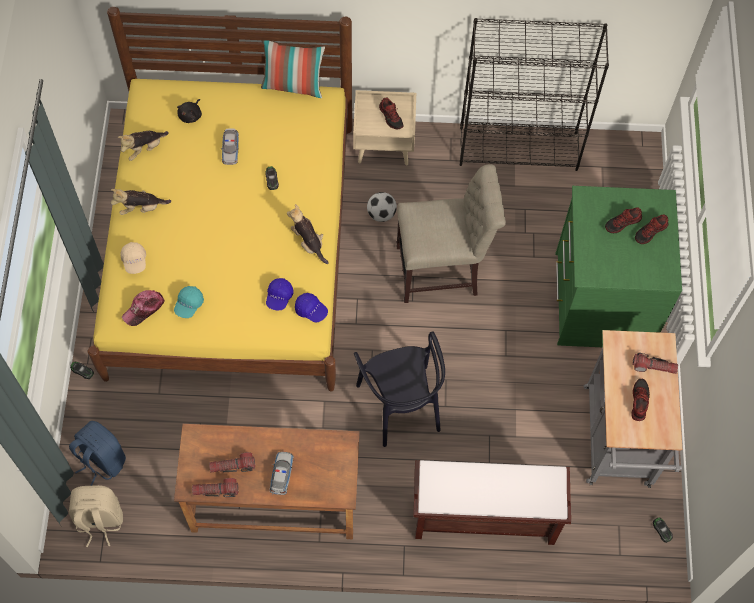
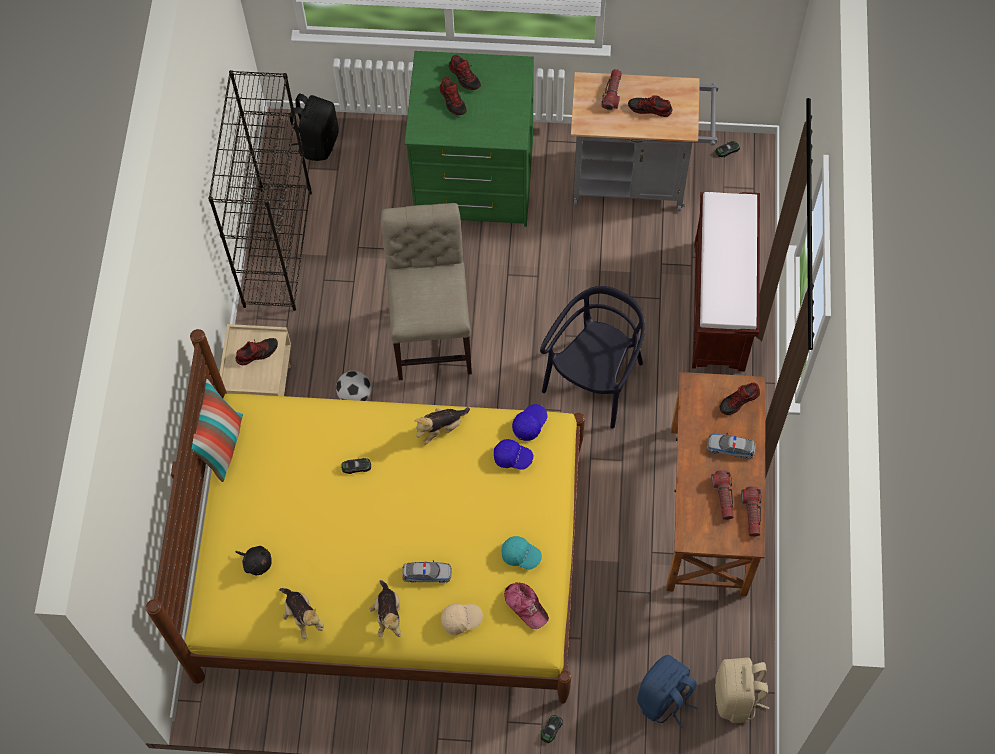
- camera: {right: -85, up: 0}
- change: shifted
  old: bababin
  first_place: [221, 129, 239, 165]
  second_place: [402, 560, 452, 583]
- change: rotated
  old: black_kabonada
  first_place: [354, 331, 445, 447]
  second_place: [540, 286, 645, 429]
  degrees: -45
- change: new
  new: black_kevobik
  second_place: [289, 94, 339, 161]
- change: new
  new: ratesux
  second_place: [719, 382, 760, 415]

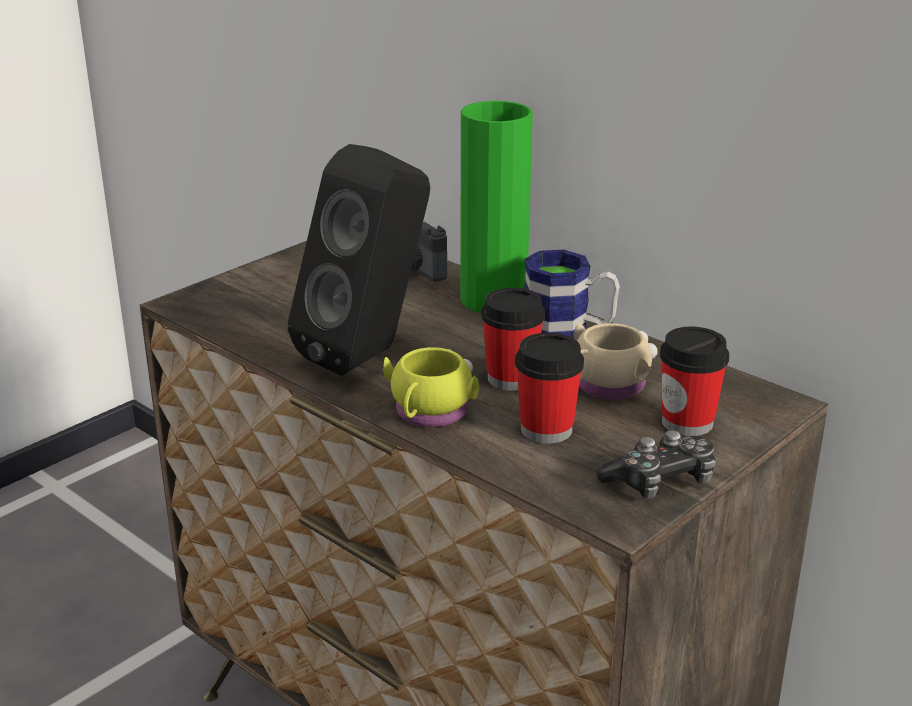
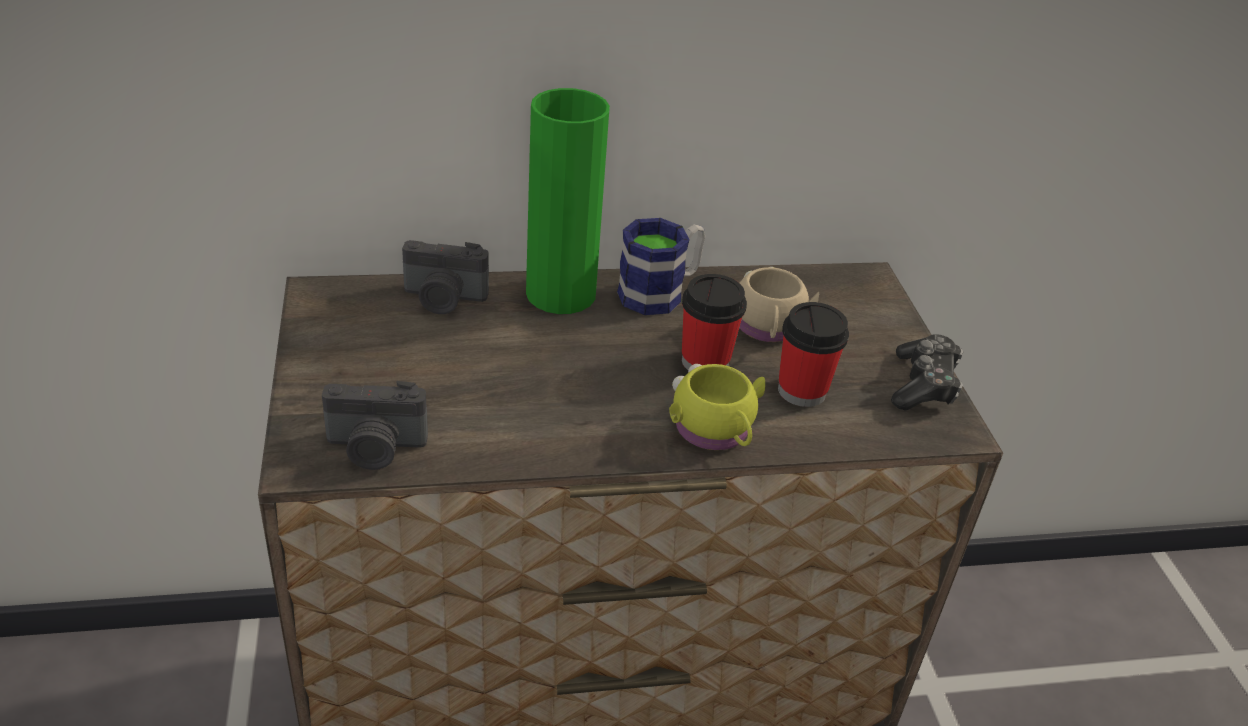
- camera: {right: -55, up: 10}
- change: gone
  old: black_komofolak
  first_place: [288, 144, 430, 376]
- change: gone
  old: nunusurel
  first_place: [660, 327, 729, 436]
- change: new
  new: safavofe
  second_place: [322, 381, 428, 470]

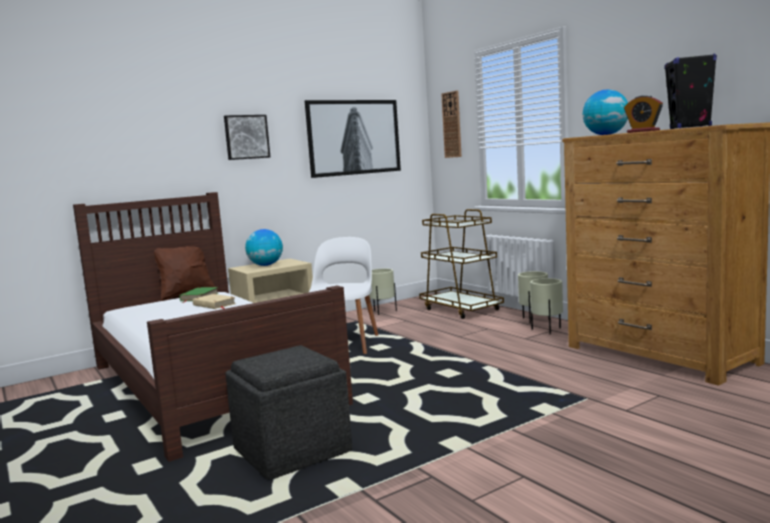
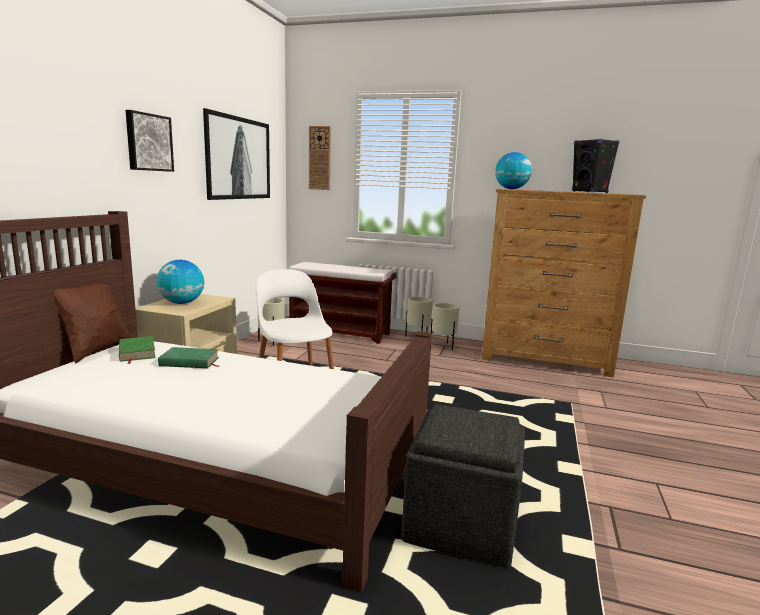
- camera: {right: -40, up: 5}
- change: repainted
  old: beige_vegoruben
  new: green_vegoruben
  first_place: [193, 294, 236, 309]
  second_place: [158, 347, 219, 368]
- change: swapped
  old: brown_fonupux
  new: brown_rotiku
  first_place: [419, 209, 504, 319]
  second_place: [289, 262, 396, 344]
- change: gone
  old: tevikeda
  first_place: [624, 95, 663, 133]

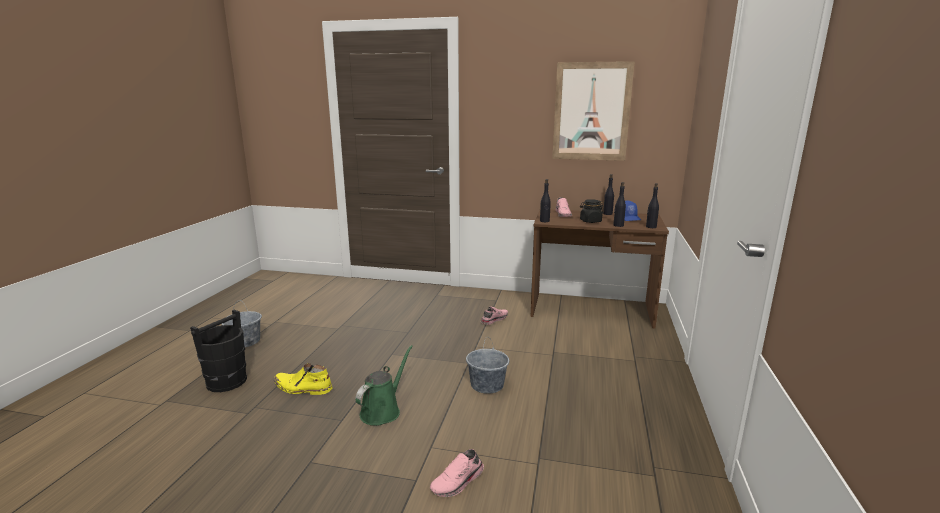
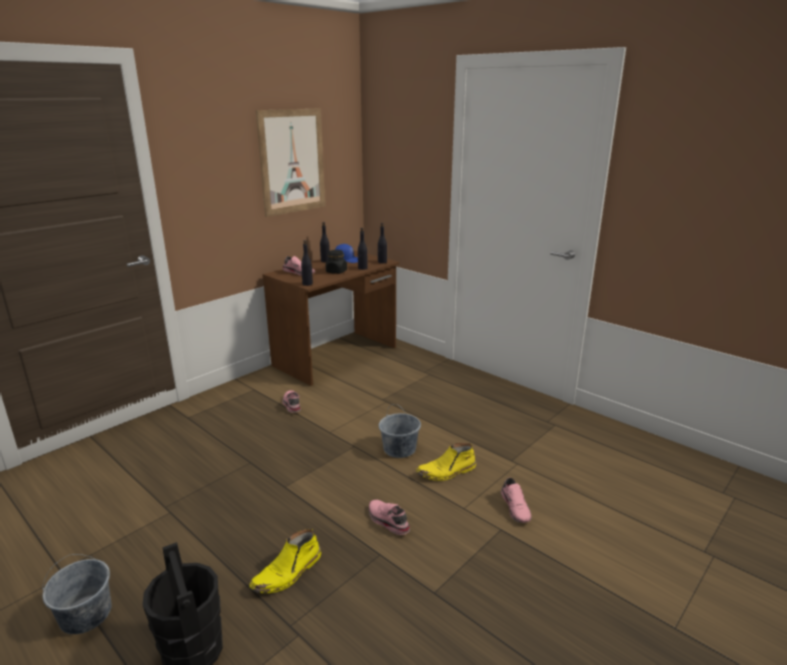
- camera: {right: -60, up: 5}
- change: swapped
  old: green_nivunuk
  new: pink_ratesux
  first_place: [355, 345, 413, 426]
  second_place: [369, 500, 410, 535]
- change: new
  new: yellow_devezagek
  second_place: [416, 443, 476, 481]

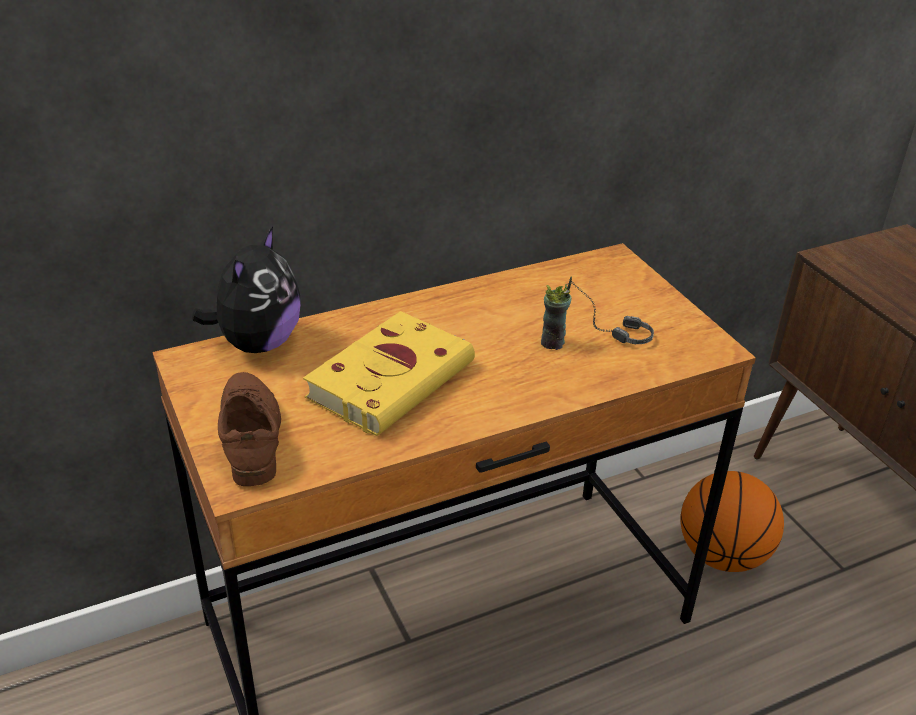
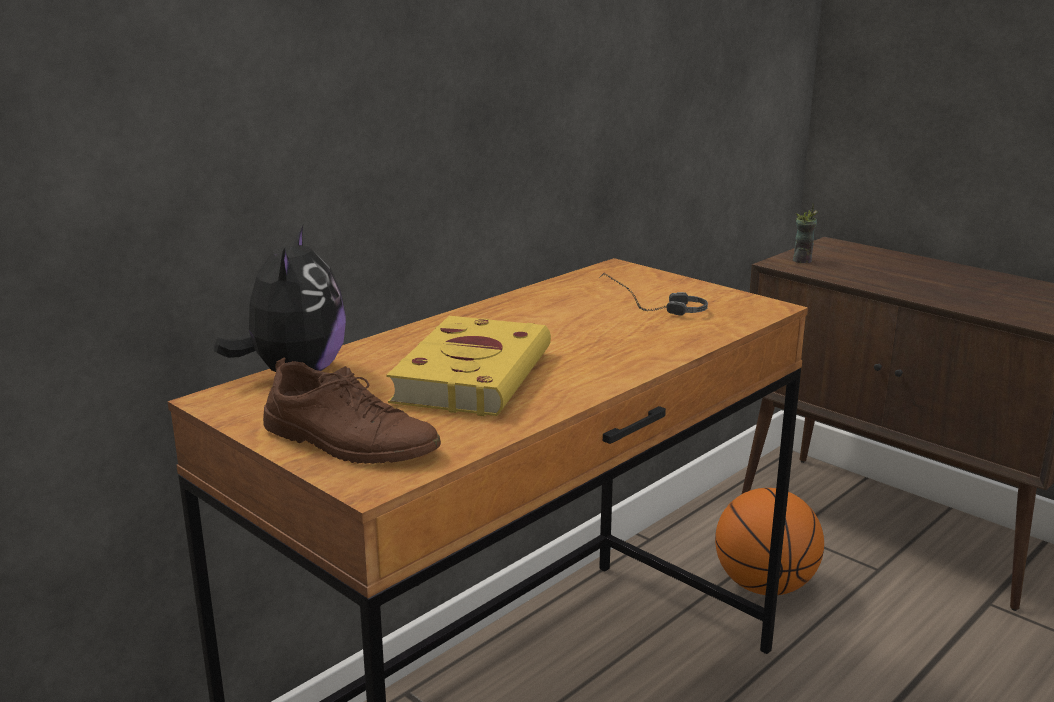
- camera: {right: -20, up: -15}
- change: rotated
  old: brown_ratesux
  first_place: [218, 372, 281, 486]
  second_place: [263, 357, 441, 464]
  degrees: 150
- change: shifted
  old: nunusurel
  first_place: [541, 277, 572, 350]
  second_place: [793, 203, 818, 263]

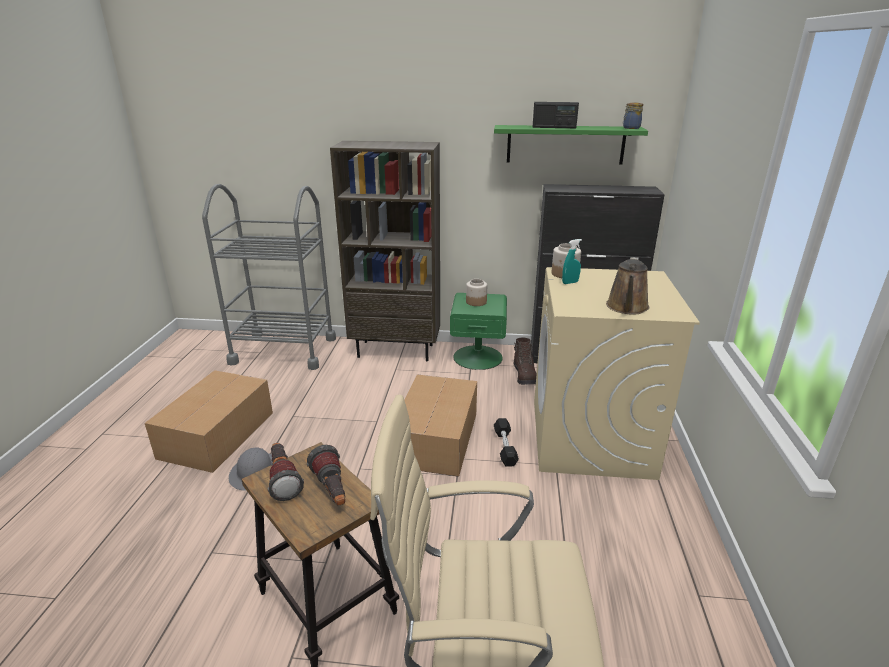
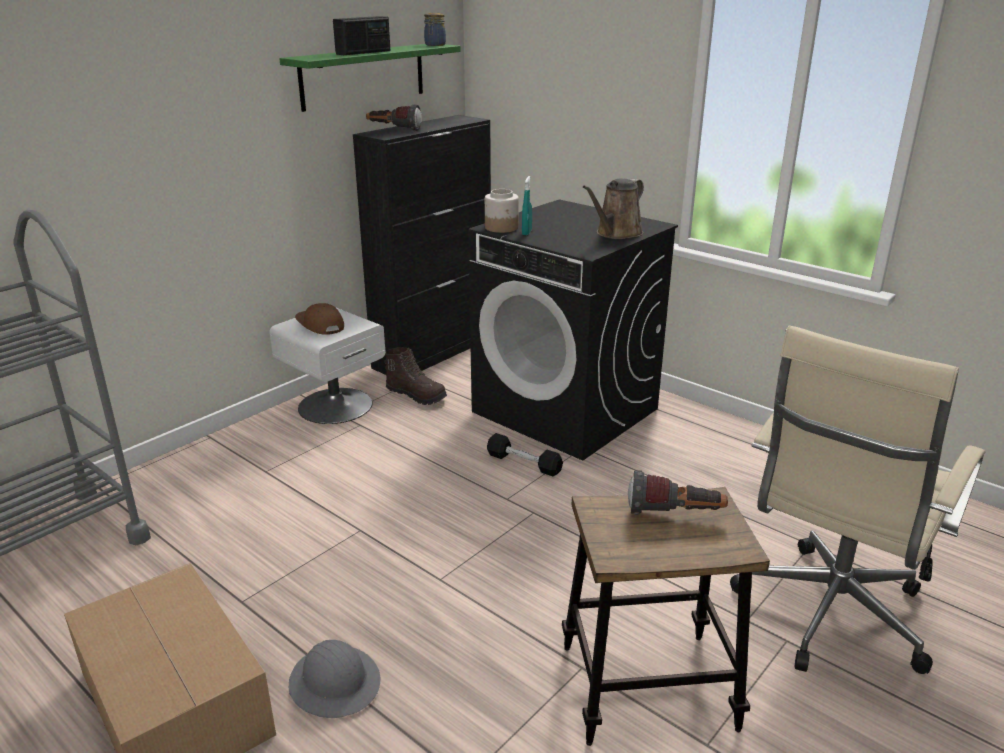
- camera: {right: -55, up: 0}
- change: shifted
  old: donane
  first_place: [268, 443, 304, 501]
  second_place: [366, 104, 421, 131]
- change: gone
  old: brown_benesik
  first_place: [330, 141, 440, 361]
- change: gone
  old: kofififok
  first_place: [404, 375, 477, 477]
- change: repainted
  old: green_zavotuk
  new: white_zavotuk
  first_place: [450, 293, 507, 370]
  second_place: [269, 307, 385, 424]
- change: swapped
  old: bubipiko
  new: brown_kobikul
  first_place: [466, 279, 487, 306]
  second_place: [295, 303, 344, 335]
- change: repainted
  old: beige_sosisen
  new: black_sosisen
  first_place: [534, 267, 700, 480]
  second_place: [468, 199, 678, 461]
- change: rotated
  old: brown_nivunuk
  first_place: [606, 257, 649, 315]
  second_place: [583, 178, 644, 239]
  degrees: 75

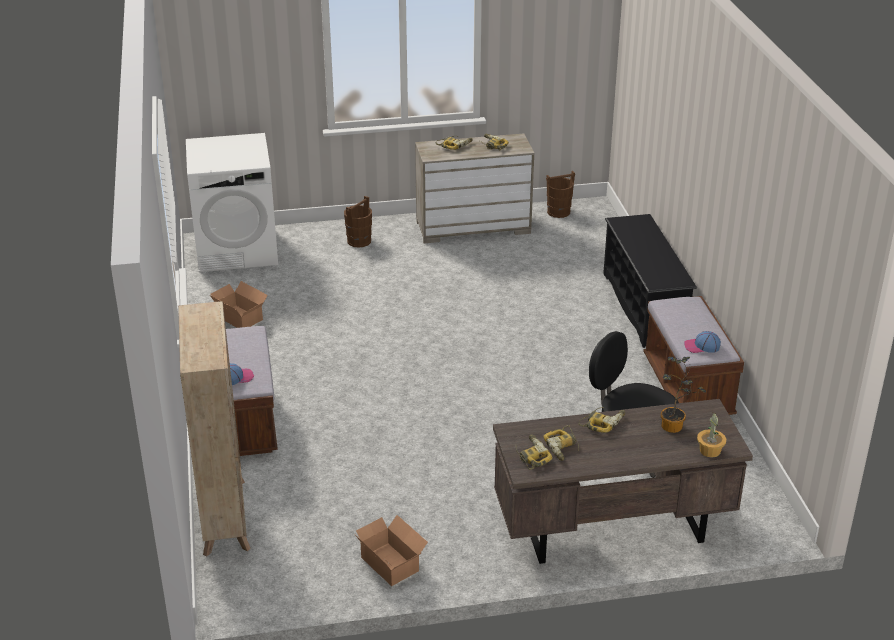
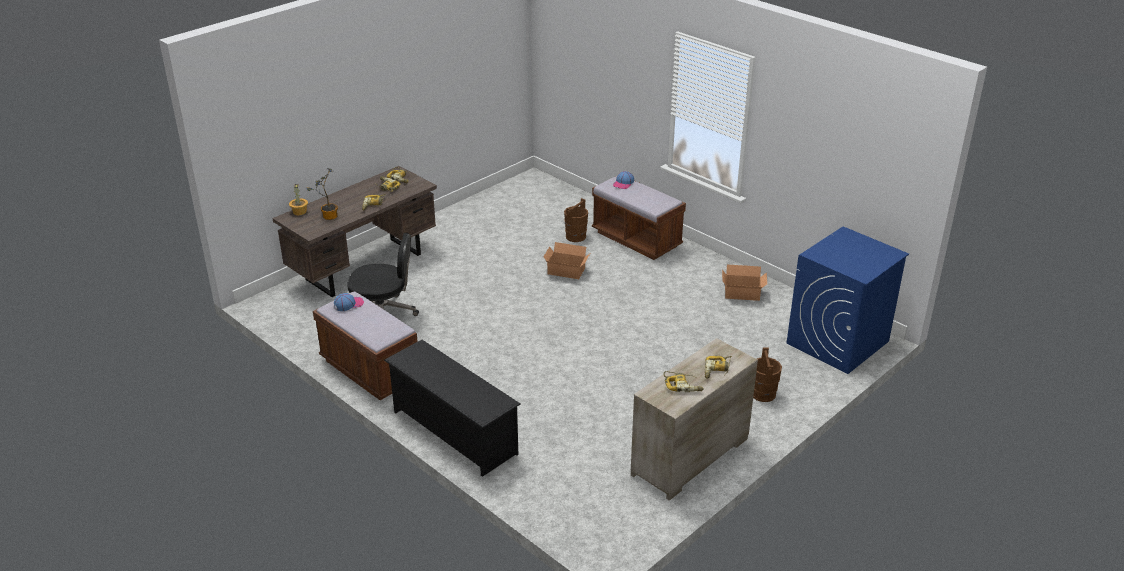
- camera: {right: 145, up: 0}
- change: gone
  old: beige_benesik
  first_place: [178, 301, 251, 556]
- change: repainted
  old: white_sosisen
  new: blue_sosisen
  first_place: [186, 133, 278, 272]
  second_place: [787, 226, 909, 374]
- change: shifted
  old: kofififok
  first_place: [355, 515, 428, 586]
  second_place: [543, 242, 590, 279]
- change: shifted
  old: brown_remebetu
  first_place: [546, 171, 575, 218]
  second_place: [564, 198, 588, 242]

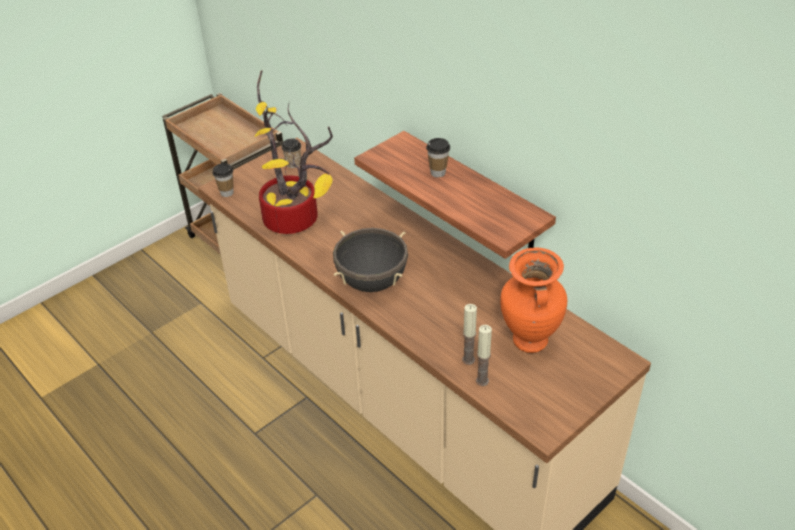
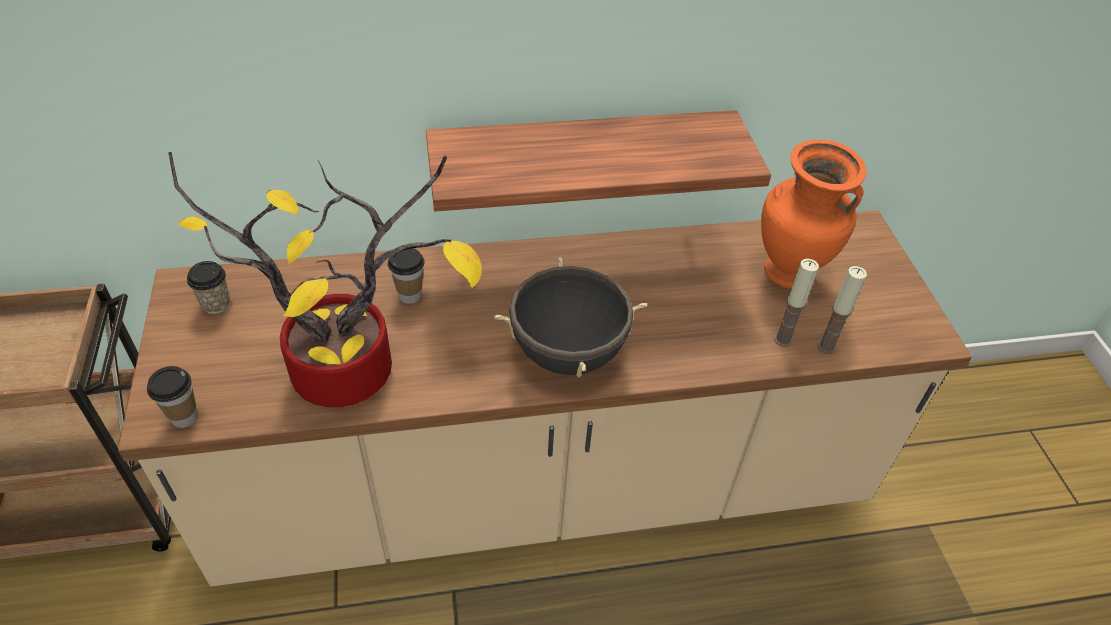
- camera: {right: -60, up: 5}
- change: shifted
  old: nunusurel
  first_place: [426, 138, 450, 177]
  second_place: [388, 248, 425, 304]

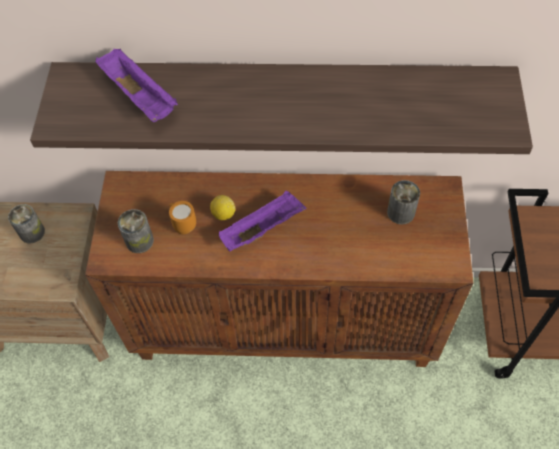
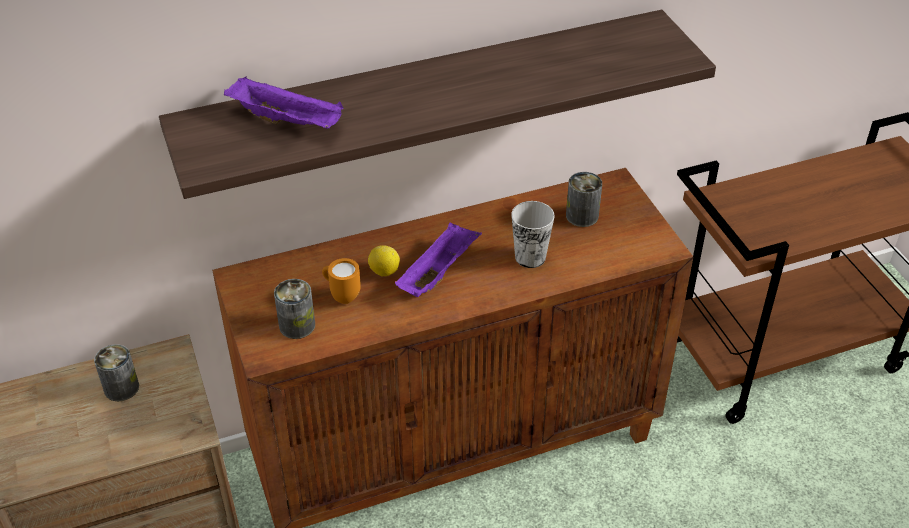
- camera: {right: -25, up: -15}
- change: new
  new: nunusurel
  second_place: [511, 201, 555, 268]

